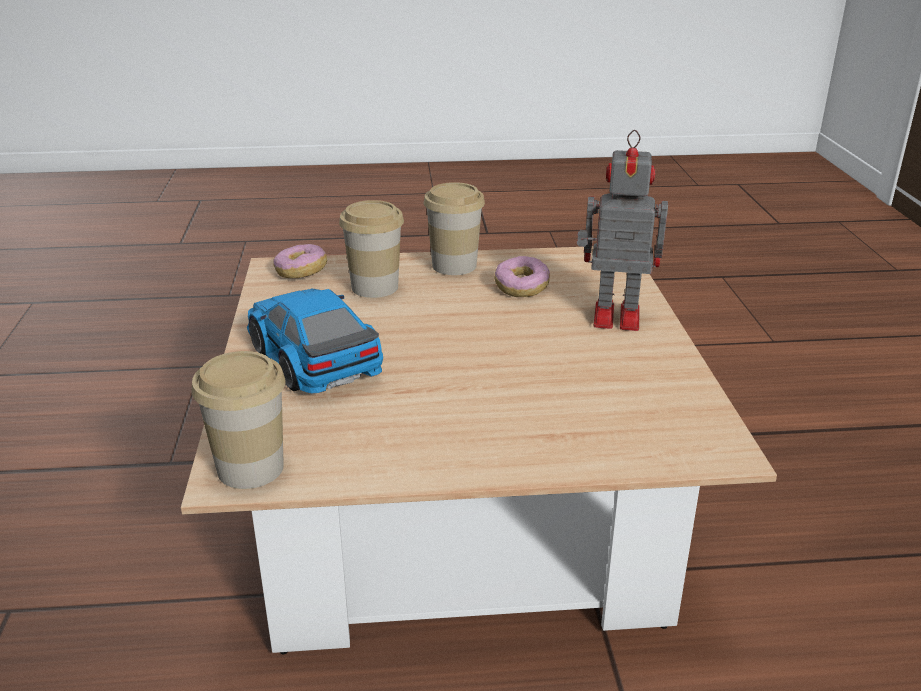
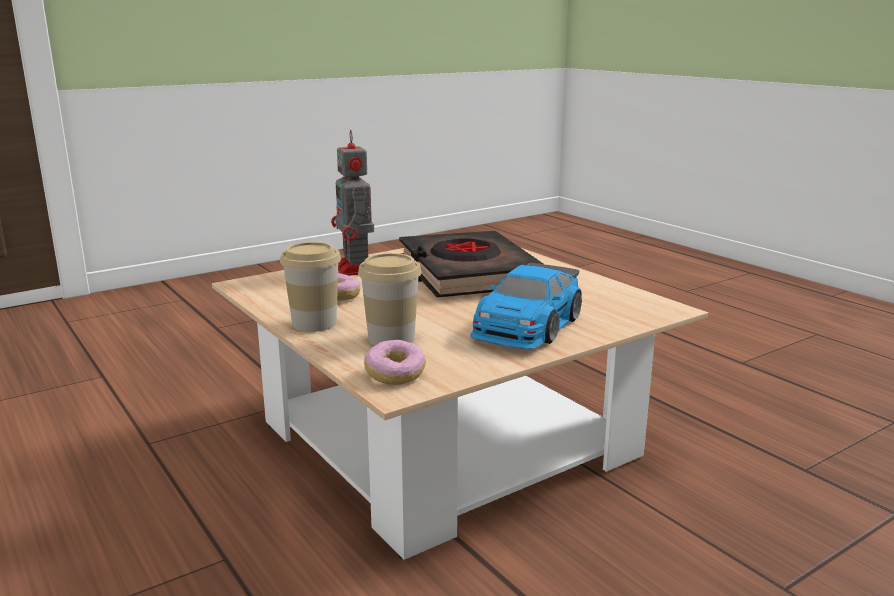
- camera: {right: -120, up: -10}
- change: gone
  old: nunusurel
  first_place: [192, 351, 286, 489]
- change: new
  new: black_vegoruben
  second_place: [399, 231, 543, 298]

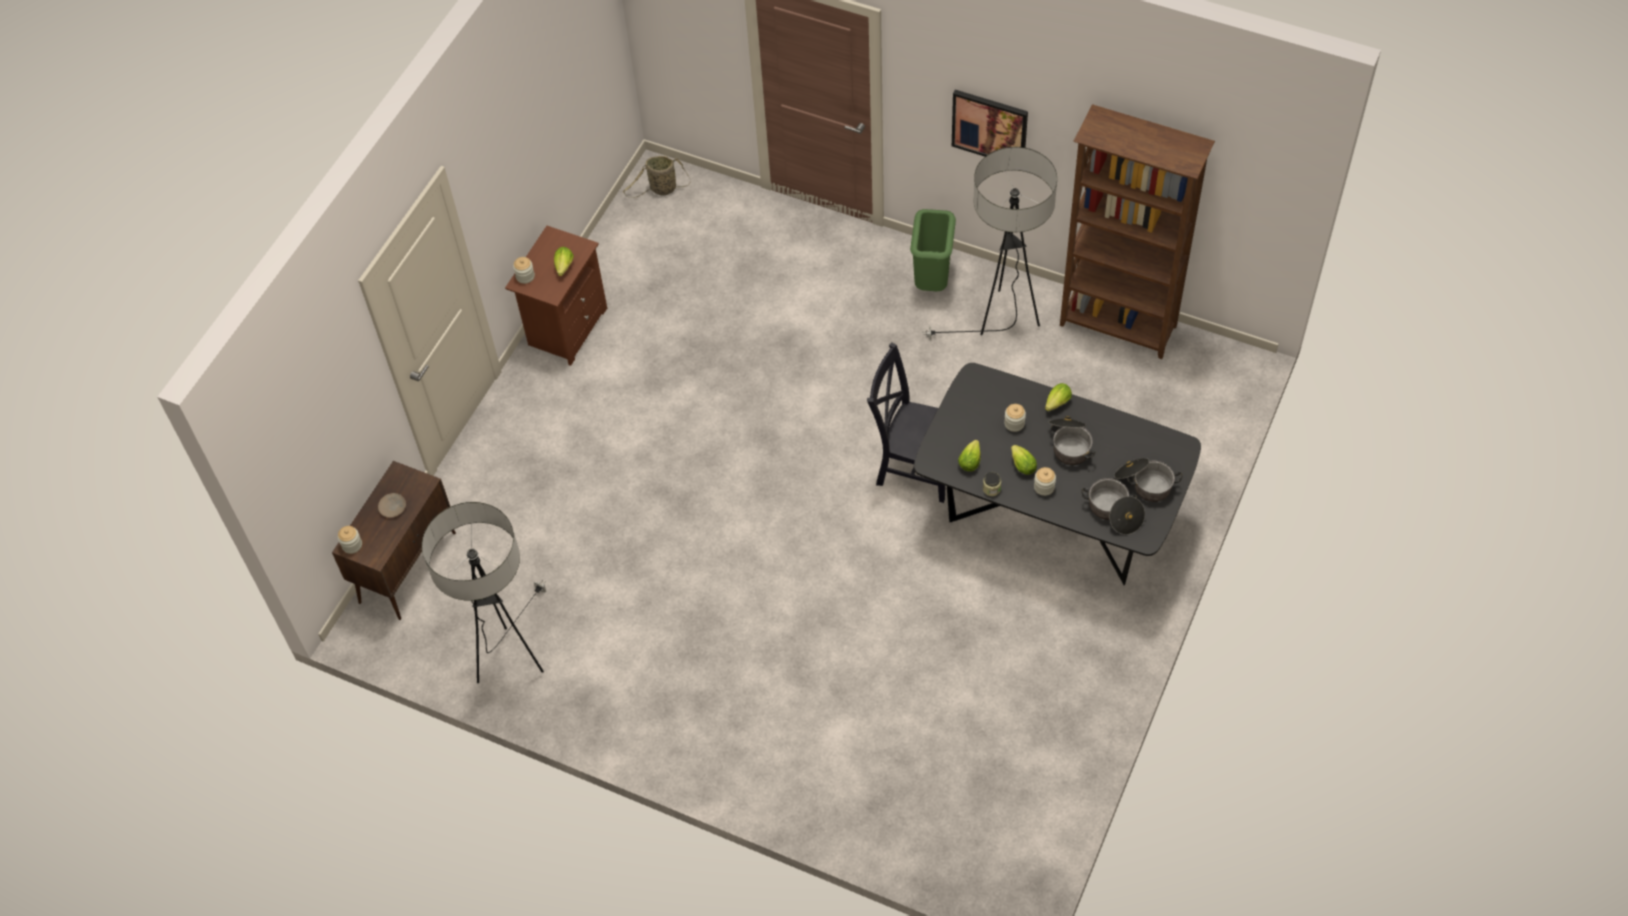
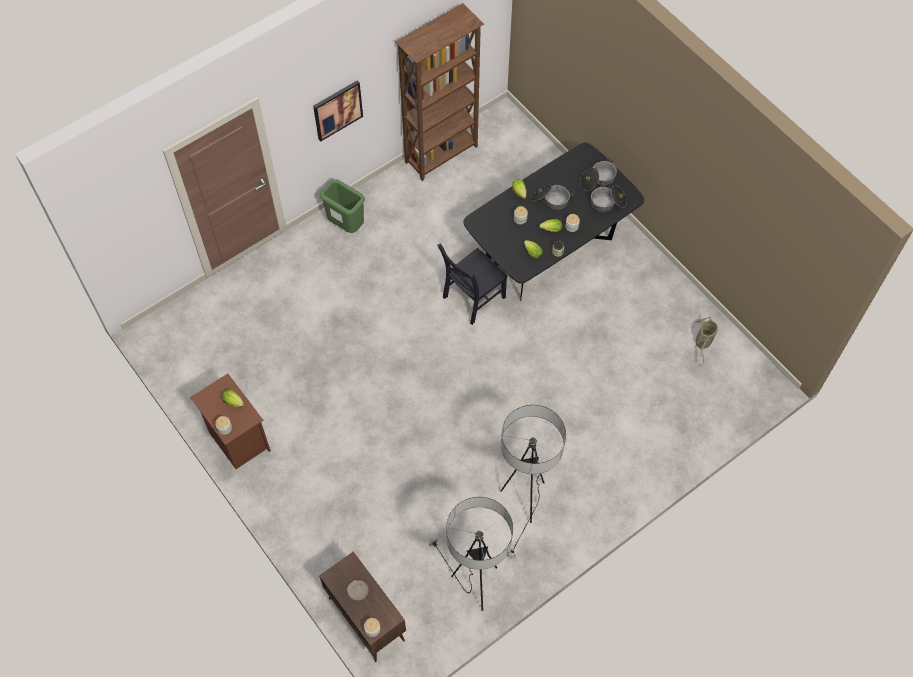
- camera: {right: -65, up: 5}
- change: shifted
  old: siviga
  first_place: [623, 156, 691, 198]
  second_place: [695, 317, 718, 366]
- change: shifted
  old: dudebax
  first_place: [922, 147, 1057, 340]
  second_place: [500, 405, 566, 559]

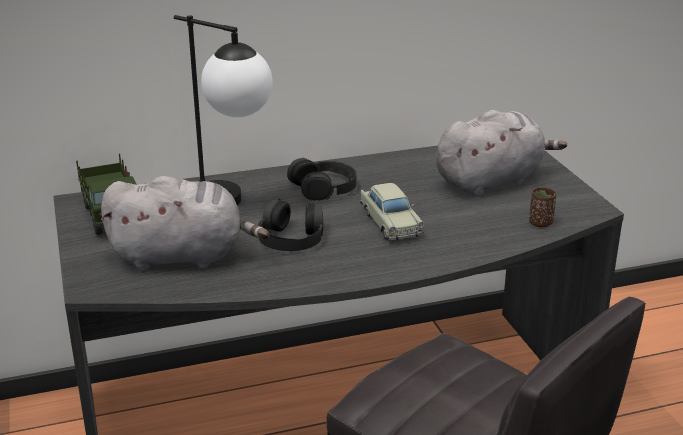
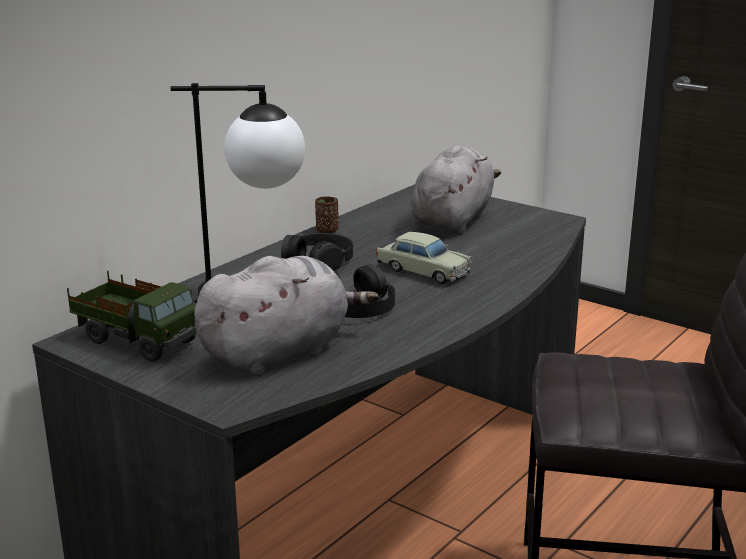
- camera: {right: -35, up: -5}
- change: shifted
  old: brown_nunusurel
  first_place: [529, 187, 556, 227]
  second_place: [315, 197, 339, 233]

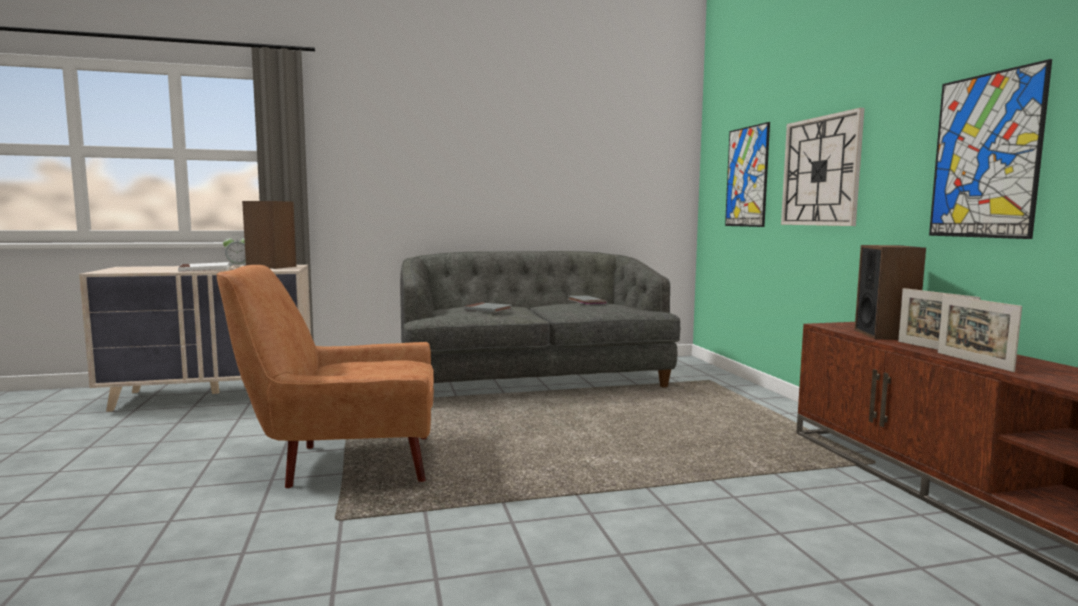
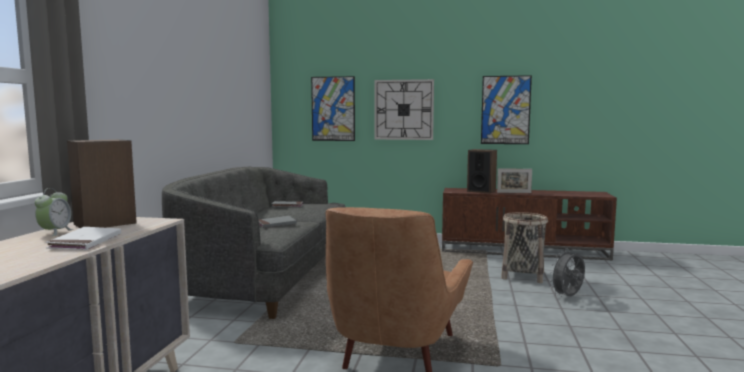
- camera: {right: -65, up: 0}
- change: gone
  old: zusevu
  first_place: [937, 295, 1022, 372]
- change: new
  new: siviga
  second_place: [501, 212, 548, 283]
- change: new
  new: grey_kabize
  second_place: [549, 248, 585, 297]

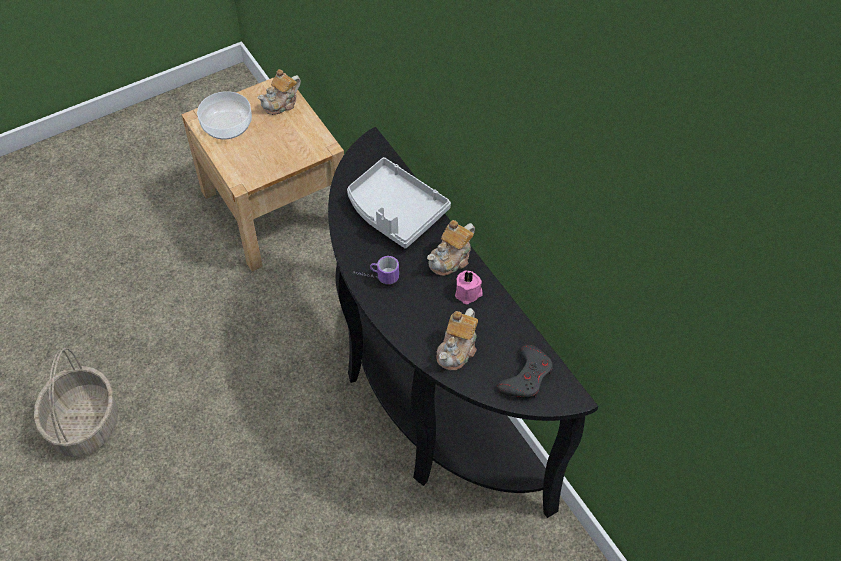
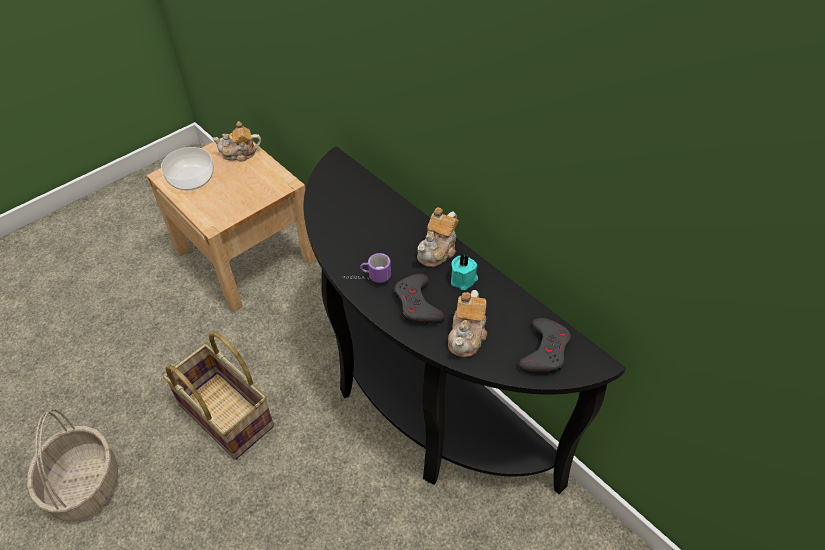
- camera: {right: -10, up: -5}
- change: rotated
  old: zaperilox
  first_place: [258, 69, 301, 115]
  second_place: [212, 121, 261, 161]
  degrees: 45
- change: gone
  old: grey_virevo
  first_place: [347, 157, 451, 248]
- change: repainted
  old: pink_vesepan
  new: turquoise_vesepan
  first_place: [455, 271, 483, 304]
  second_place: [451, 254, 478, 290]
- change: new
  new: siviga
  second_place: [163, 331, 274, 460]
- change: new
  new: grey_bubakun
  second_place: [394, 274, 445, 324]

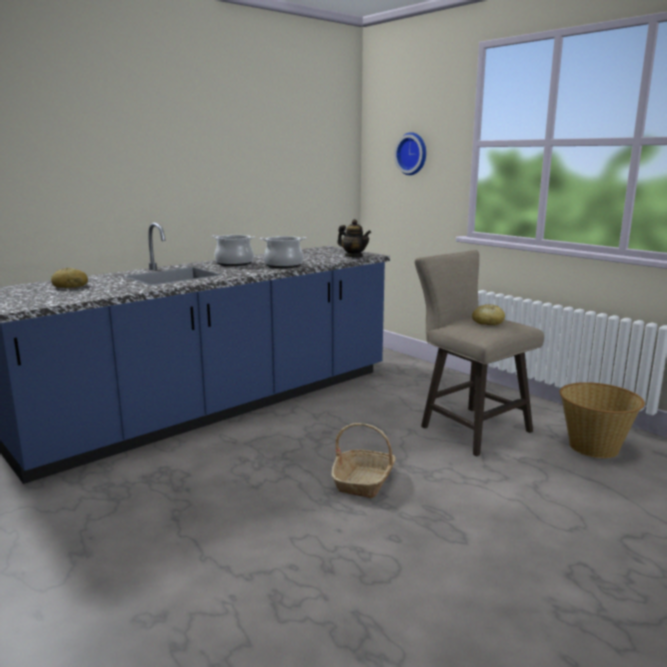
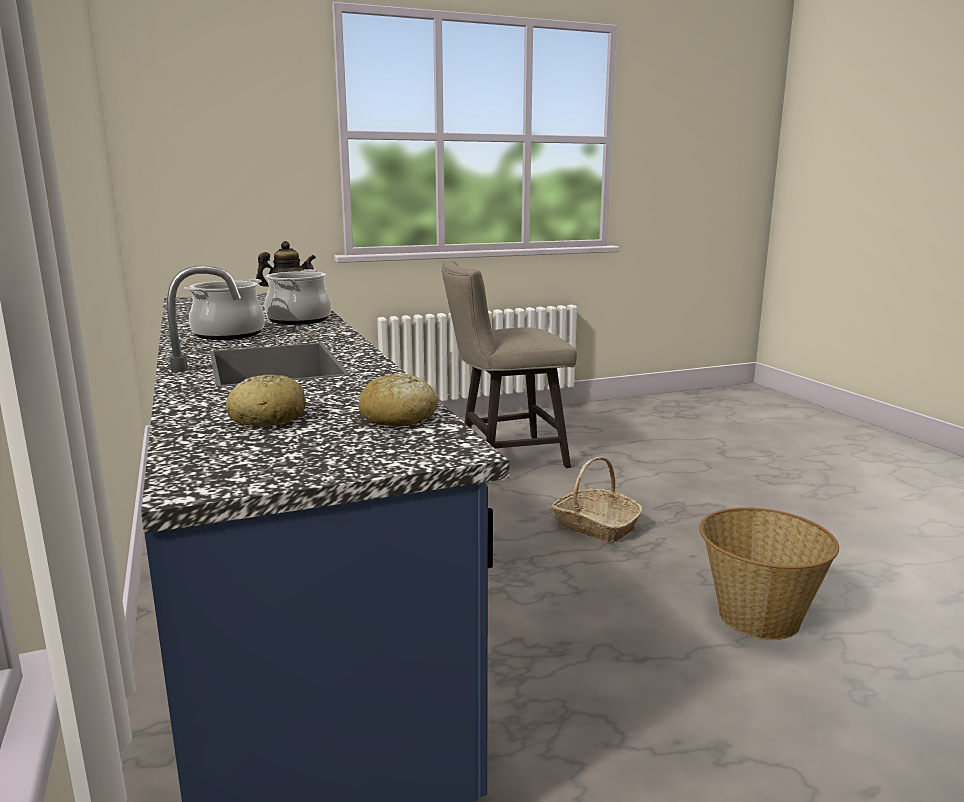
- camera: {right: -70, up: 0}
- change: gone
  old: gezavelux
  first_place: [394, 132, 426, 175]
- change: shifted
  old: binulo
  first_place: [472, 304, 505, 325]
  second_place: [358, 373, 438, 426]
- change: shifted
  old: siviga
  first_place: [559, 382, 645, 458]
  second_place: [699, 507, 839, 640]

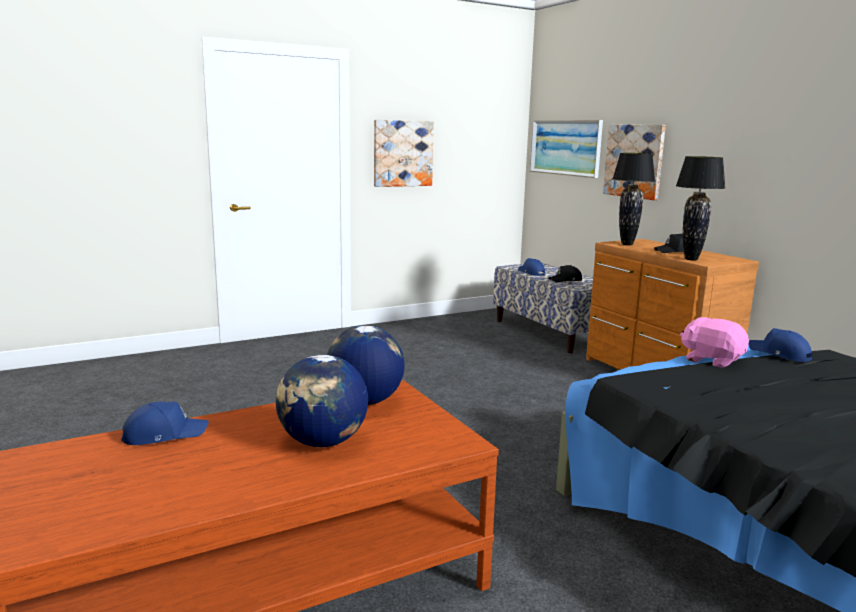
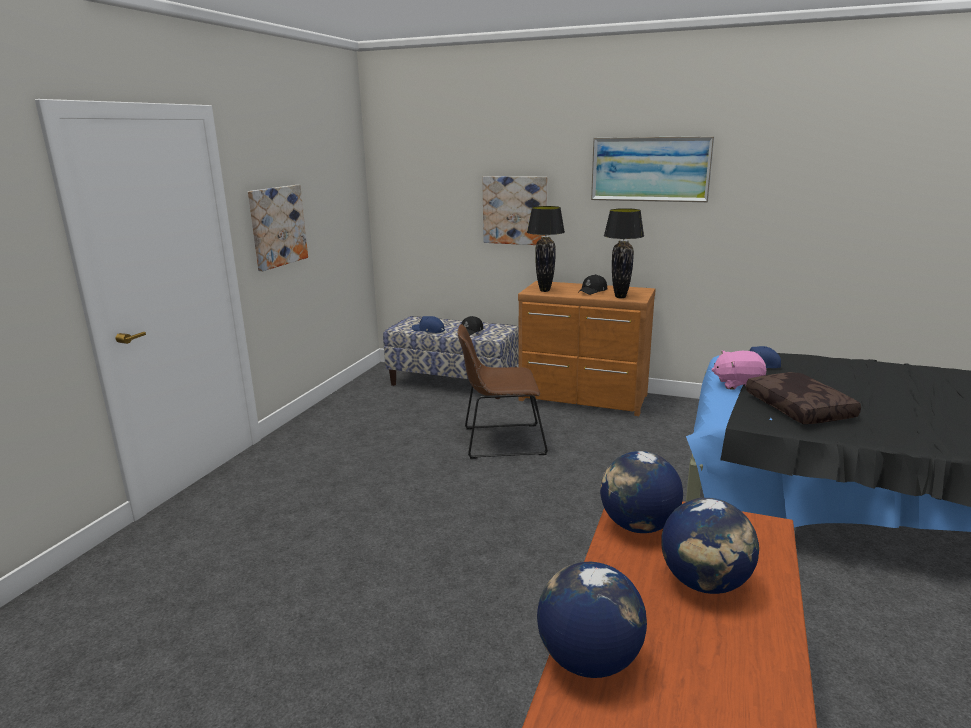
- camera: {right: -40, up: 5}
- change: swapped
  old: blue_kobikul
  new: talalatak
  first_place: [121, 401, 209, 445]
  second_place: [537, 562, 647, 678]
- change: shifted
  old: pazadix
  first_place: [530, 120, 603, 178]
  second_place: [591, 136, 714, 202]
- change: new
  new: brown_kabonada
  second_place: [458, 324, 548, 459]
- change: new
  new: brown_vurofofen
  second_place: [746, 372, 861, 424]

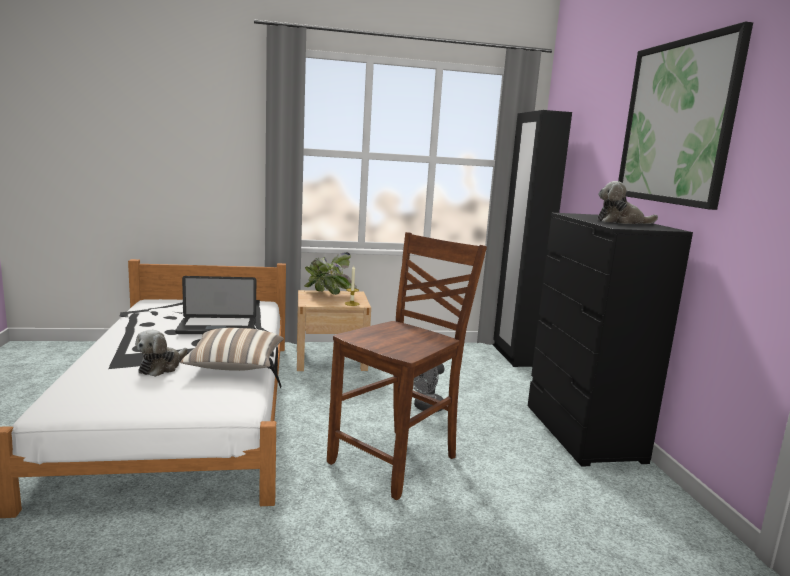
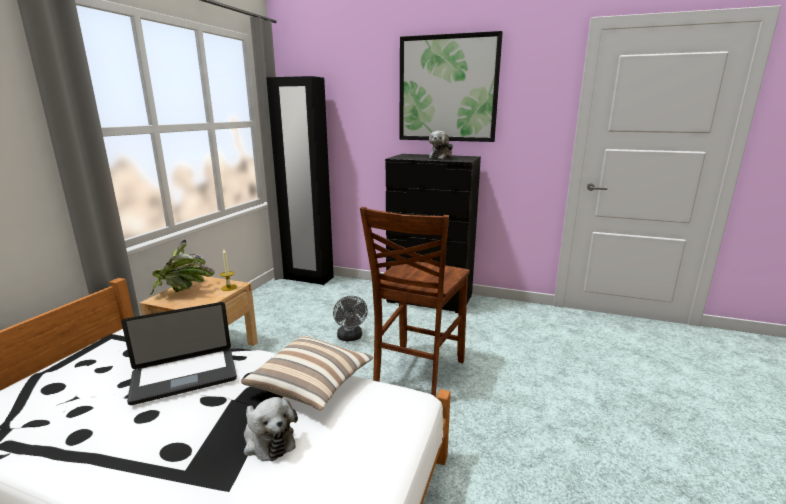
- camera: {right: -60, up: 5}
- change: rotated
  old: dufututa
  first_place: [175, 276, 256, 334]
  second_place: [122, 302, 237, 405]
  degrees: 45
- change: rotated
  old: brown_kabonada
  first_place: [327, 232, 487, 500]
  second_place: [360, 207, 470, 397]
  degrees: -135

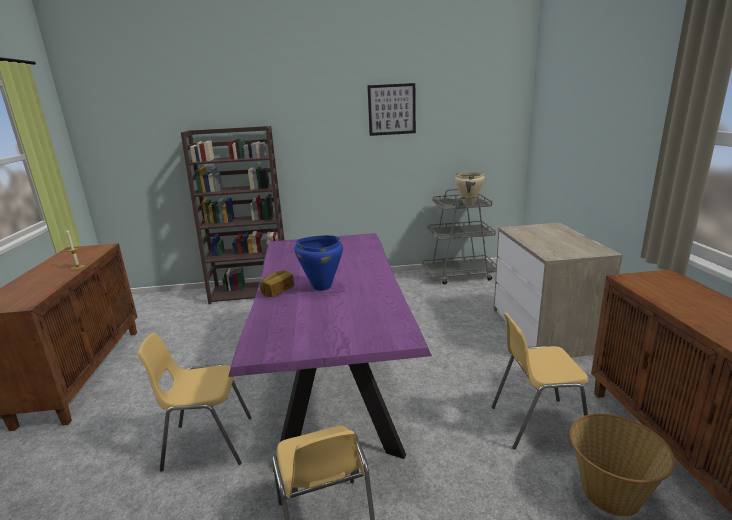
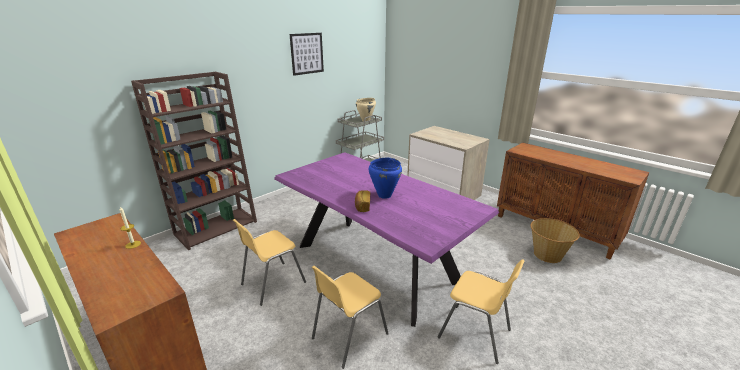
- camera: {right: -40, up: 5}
- change: shifted
  old: yellow_kabonada
  first_place: [492, 313, 588, 449]
  second_place: [233, 219, 306, 306]

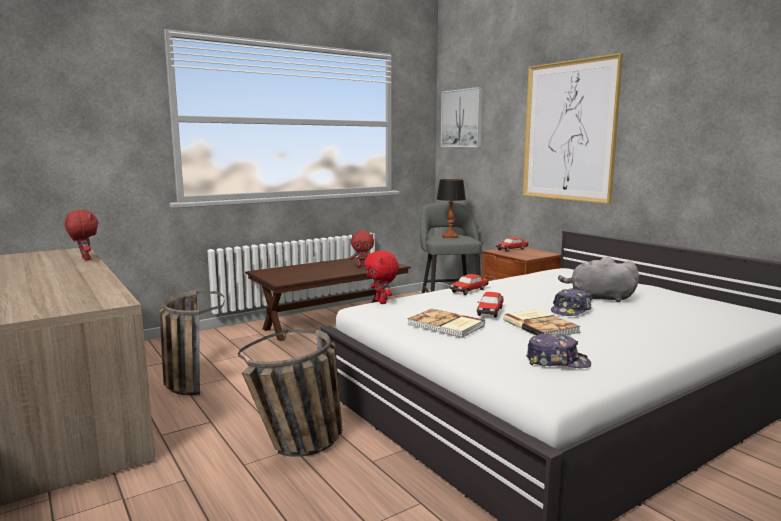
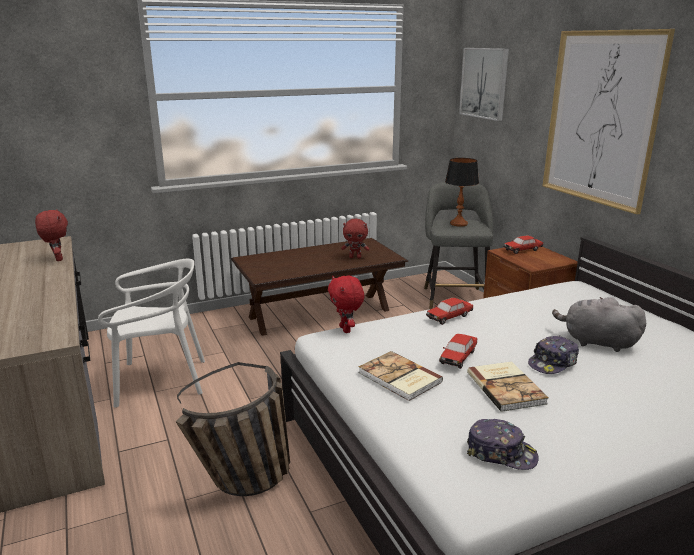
- camera: {right: 10, up: 10}
- change: swapped
  old: siviga
  new: white_kabonada
  first_place: [159, 290, 225, 395]
  second_place: [98, 259, 205, 408]

